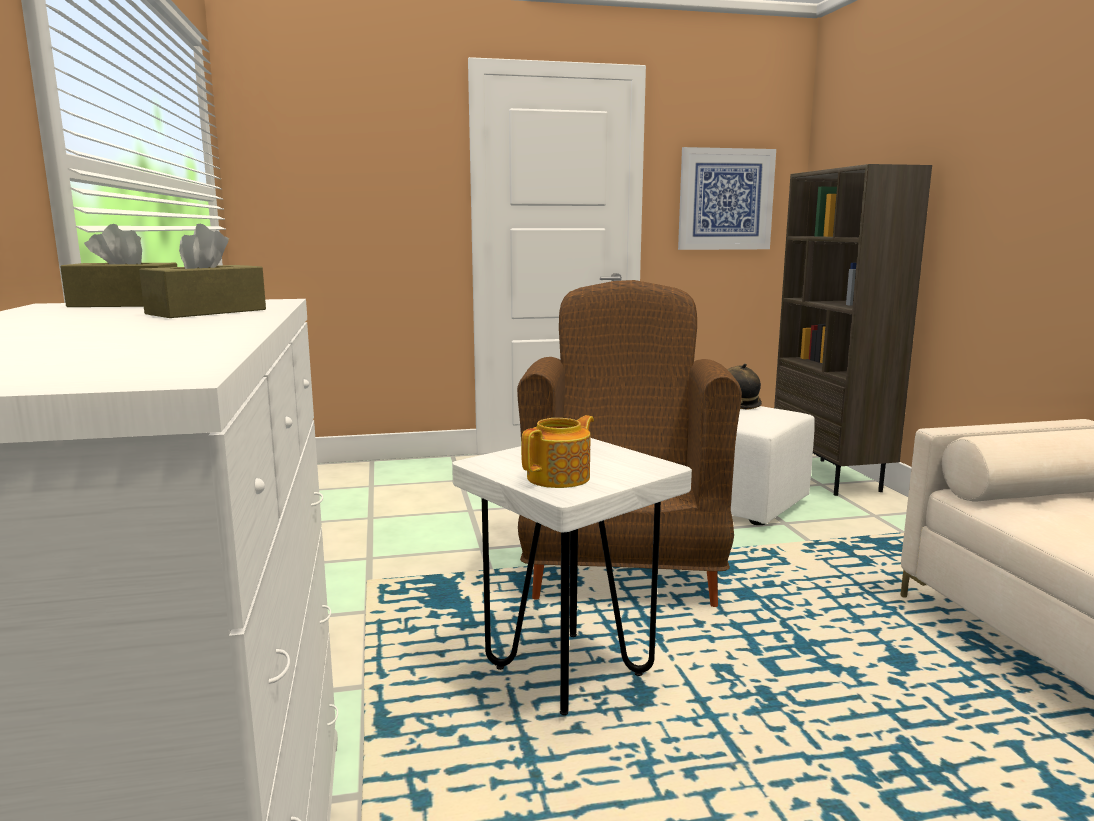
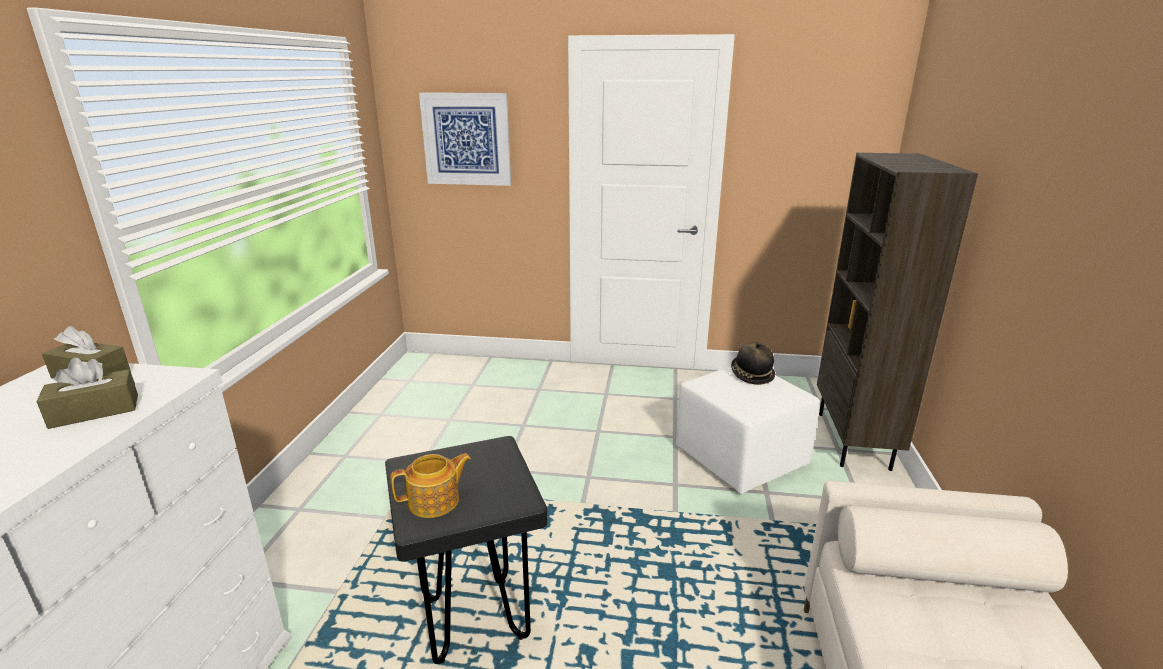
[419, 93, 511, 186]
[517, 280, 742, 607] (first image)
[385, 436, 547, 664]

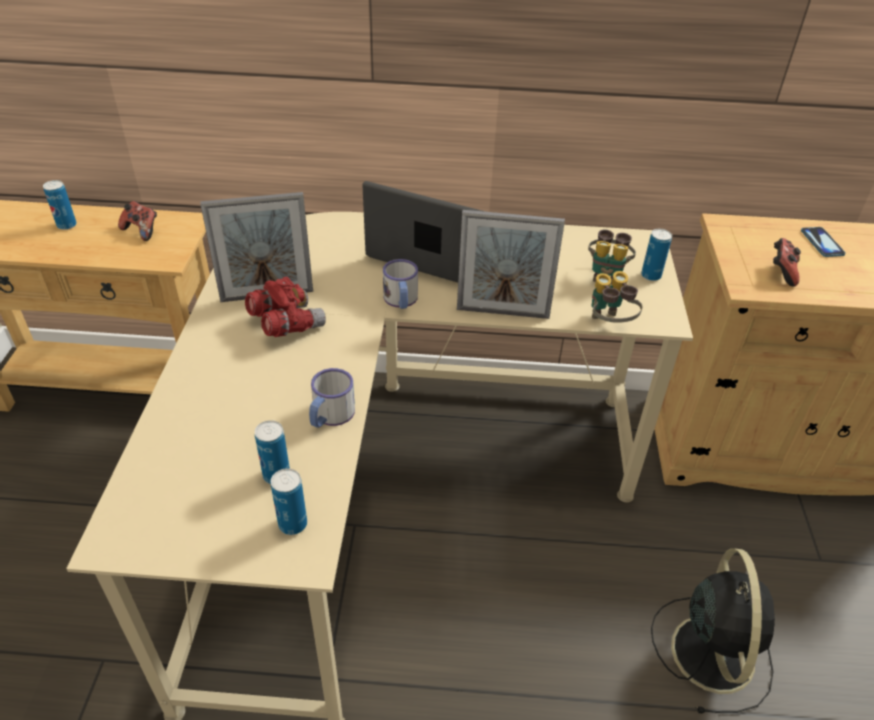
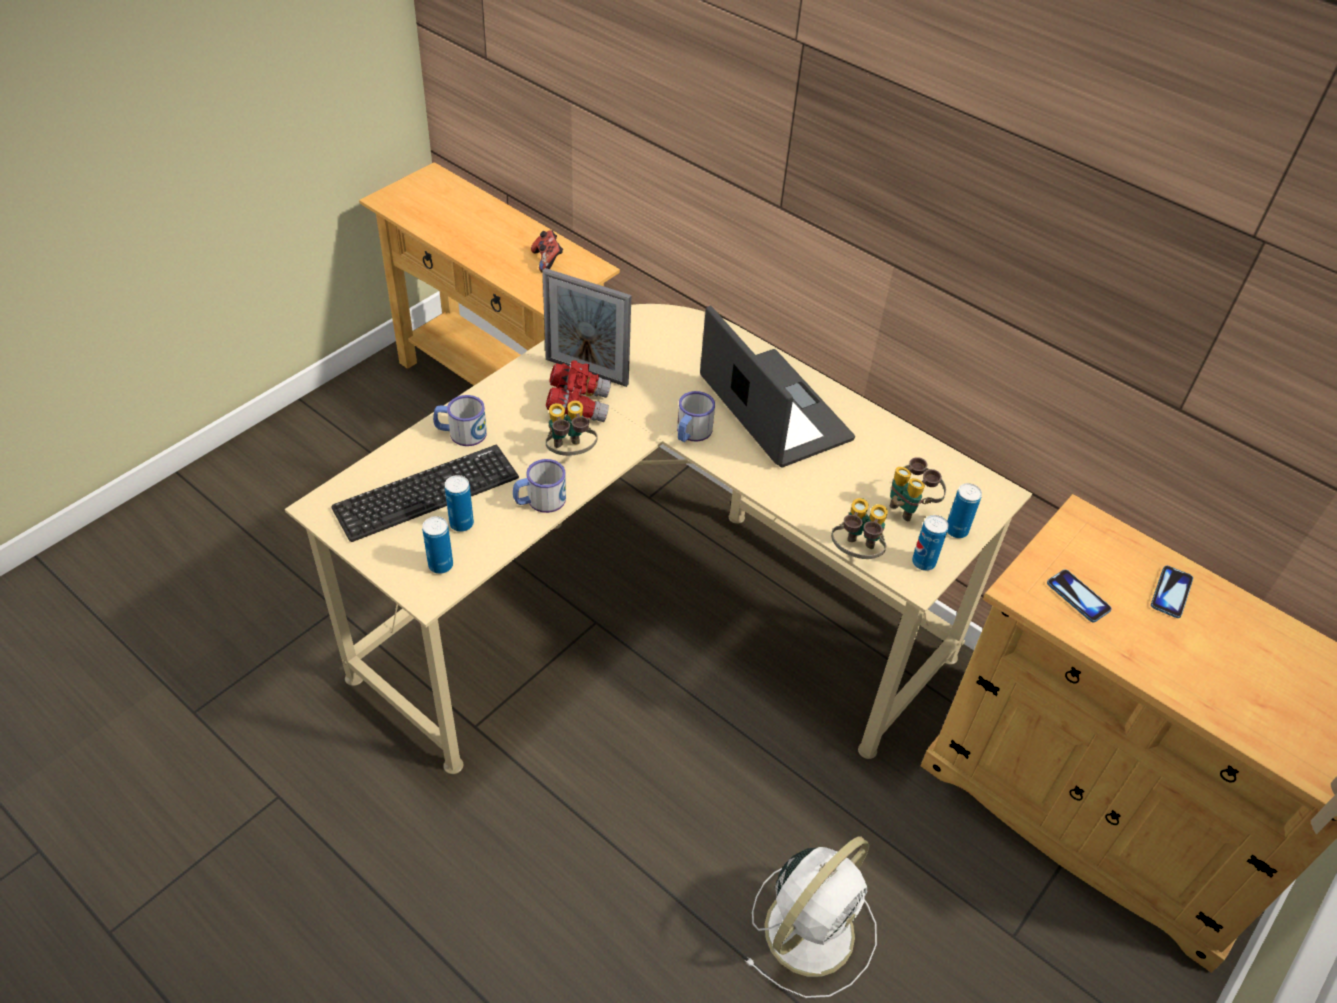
[912, 515, 949, 571]
[457, 210, 565, 319] (first image)
[1047, 570, 1112, 622]
[745, 836, 877, 998]
[433, 395, 487, 446]
[546, 400, 597, 456]
[331, 445, 519, 542]

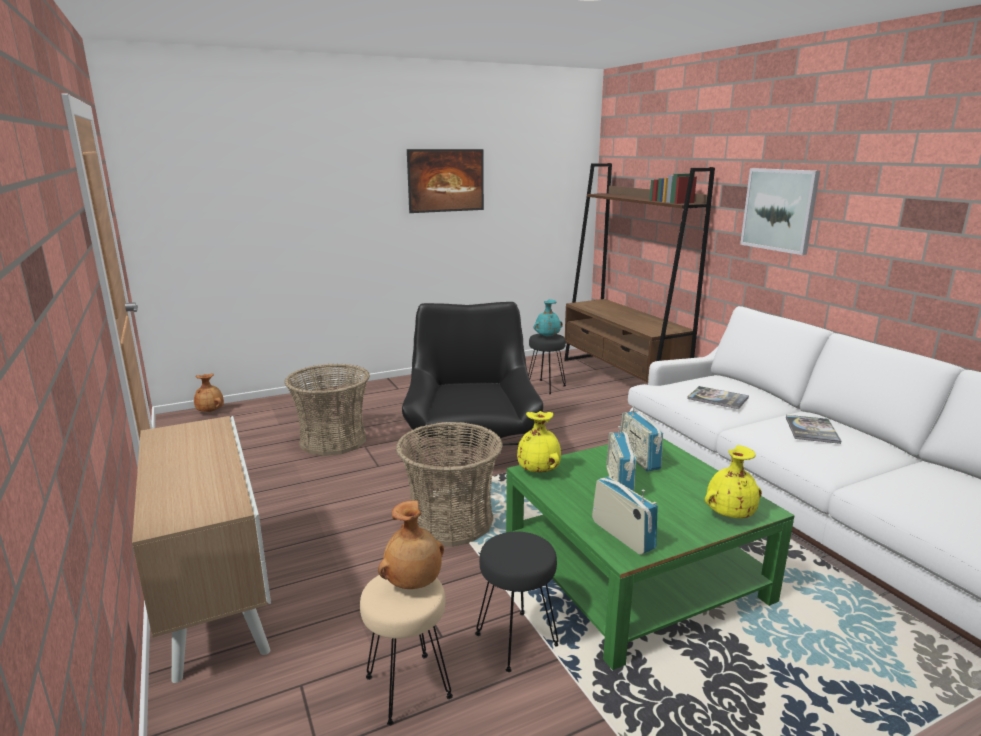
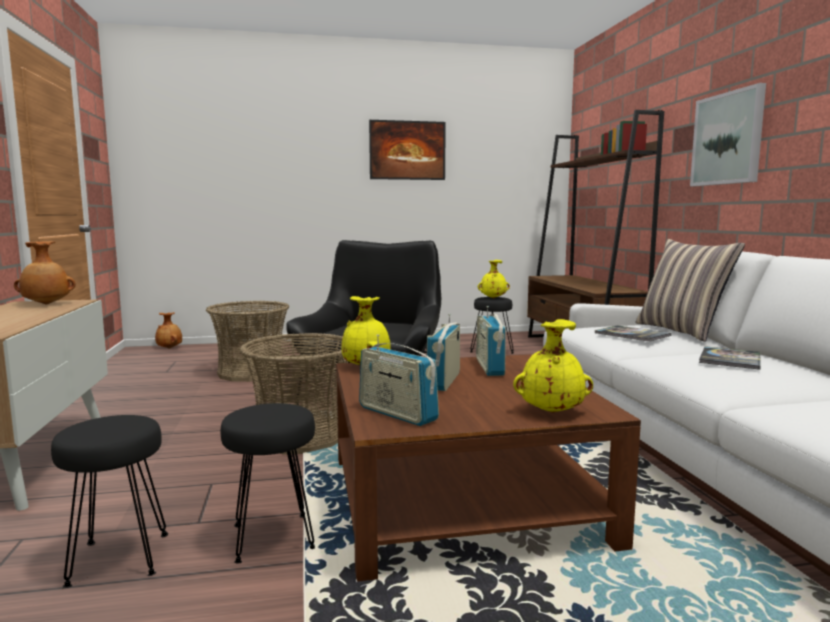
[478, 260, 510, 298]
[336, 354, 641, 582]
[359, 334, 439, 426]
[14, 241, 76, 304]
[51, 415, 168, 588]
[636, 239, 745, 342]

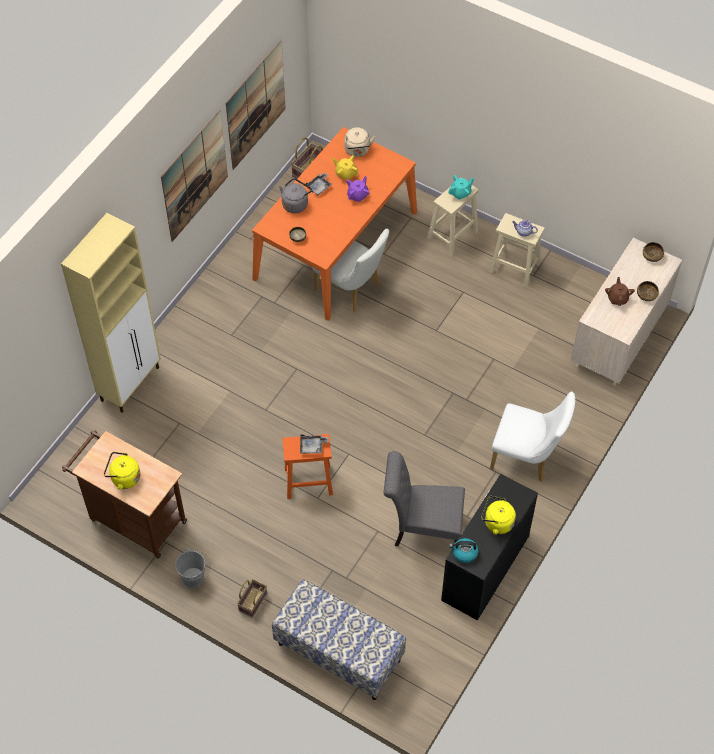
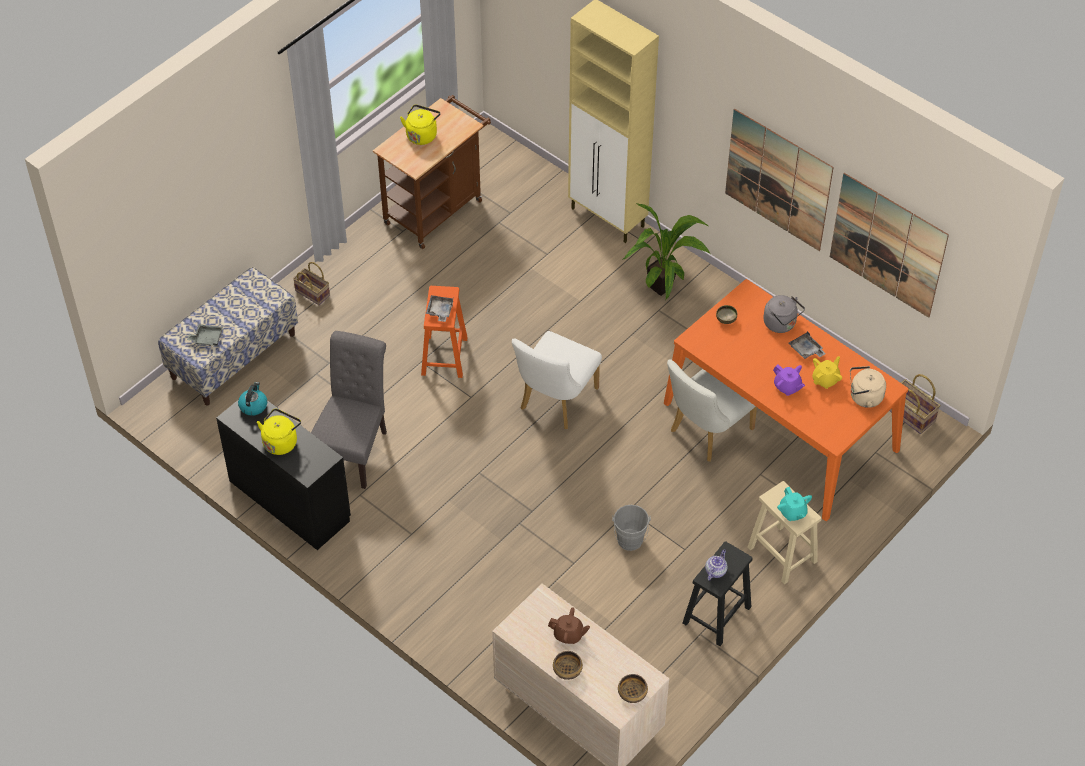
[683, 541, 753, 646]
[512, 331, 602, 429]
[612, 505, 651, 551]
[622, 203, 710, 300]
[187, 324, 223, 346]

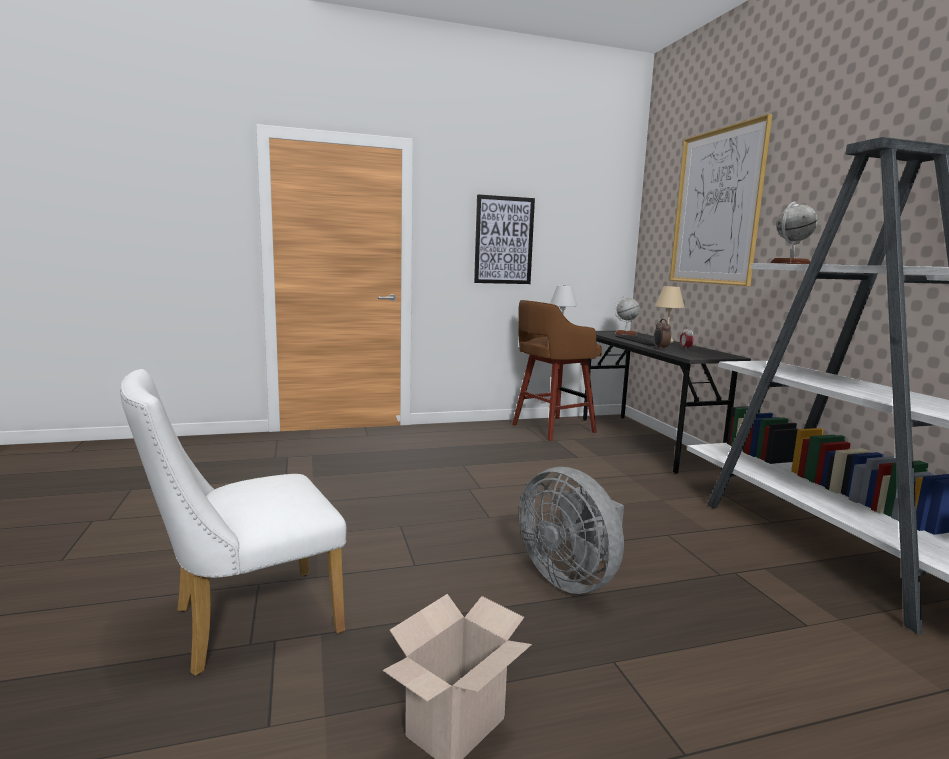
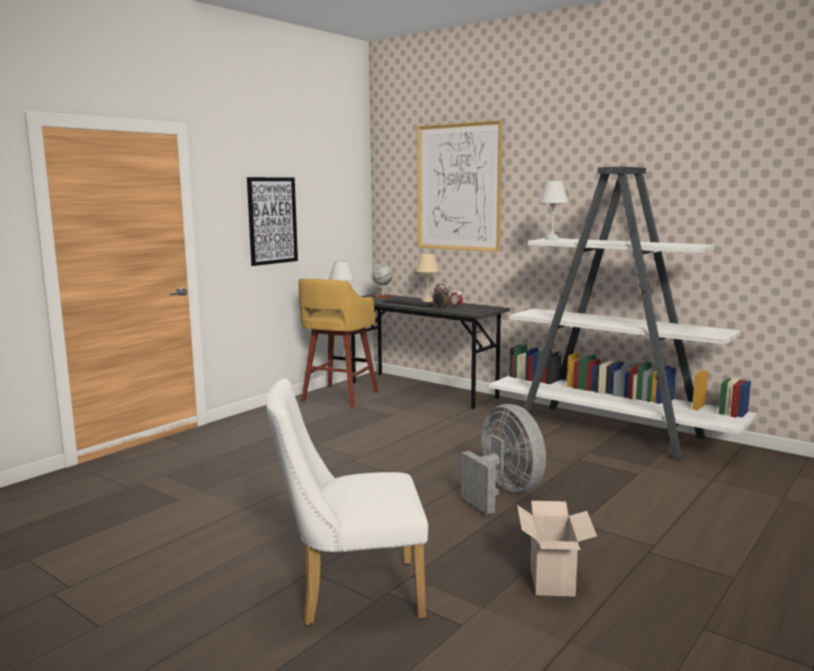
[539, 181, 568, 240]
[298, 279, 378, 408]
[266, 378, 428, 626]
[461, 404, 546, 515]

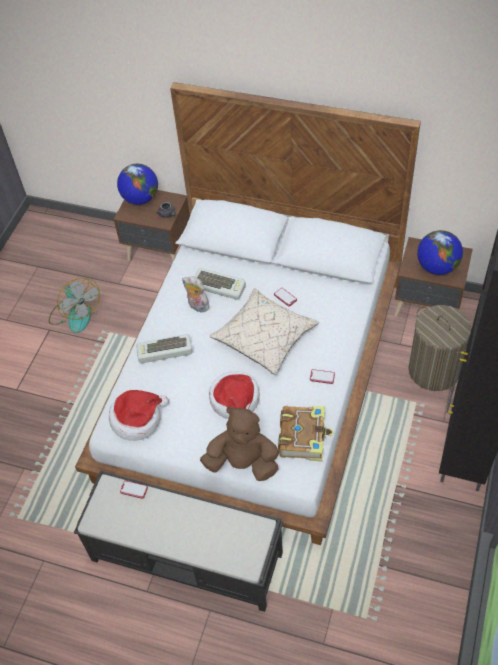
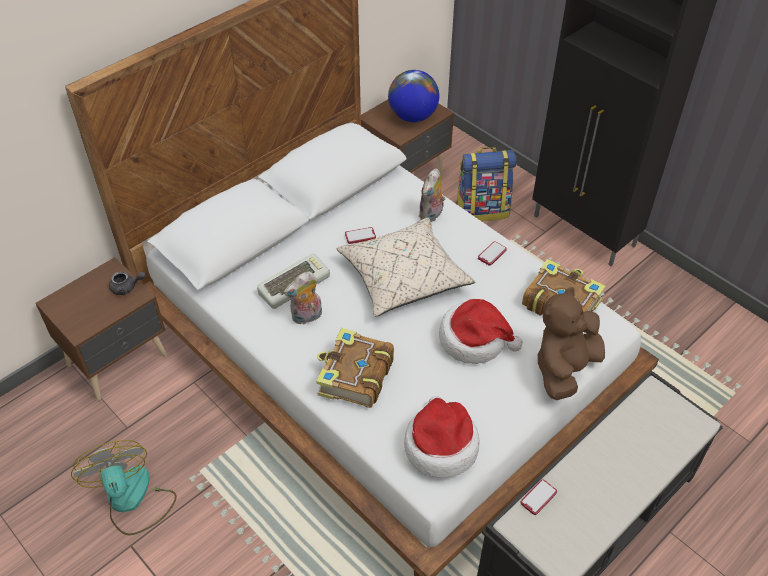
[117, 164, 158, 205] (first image)
[71, 440, 177, 536]
[456, 147, 517, 221]
[316, 328, 394, 408]
[419, 168, 445, 222]

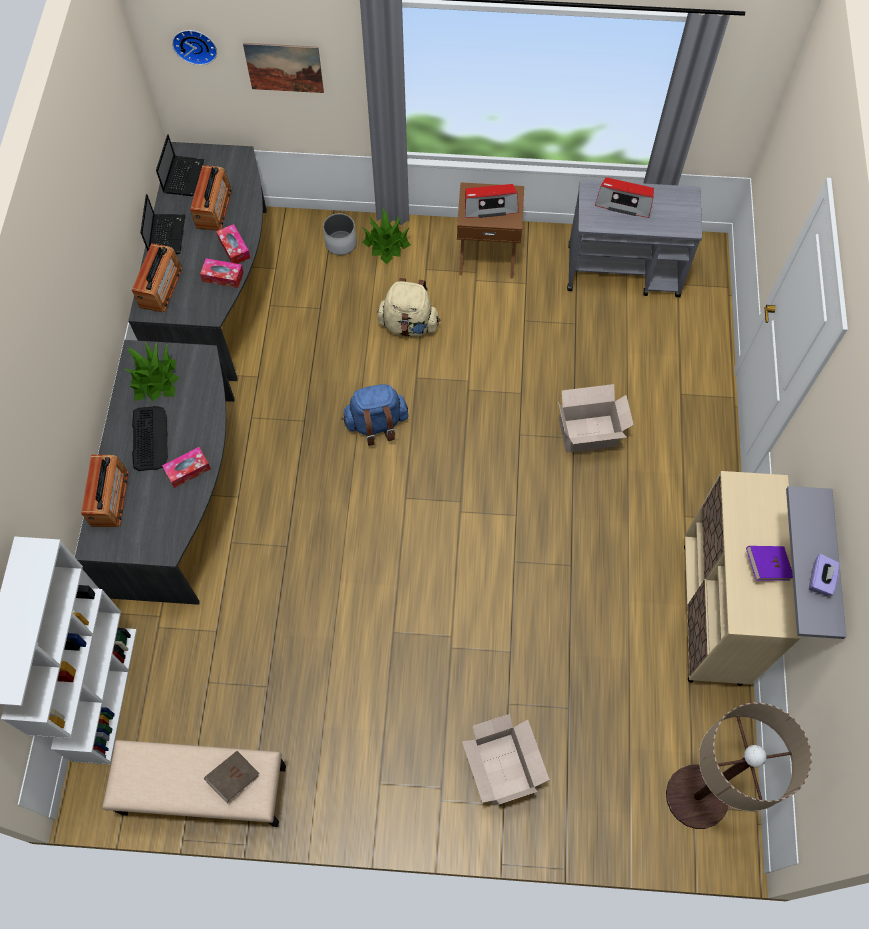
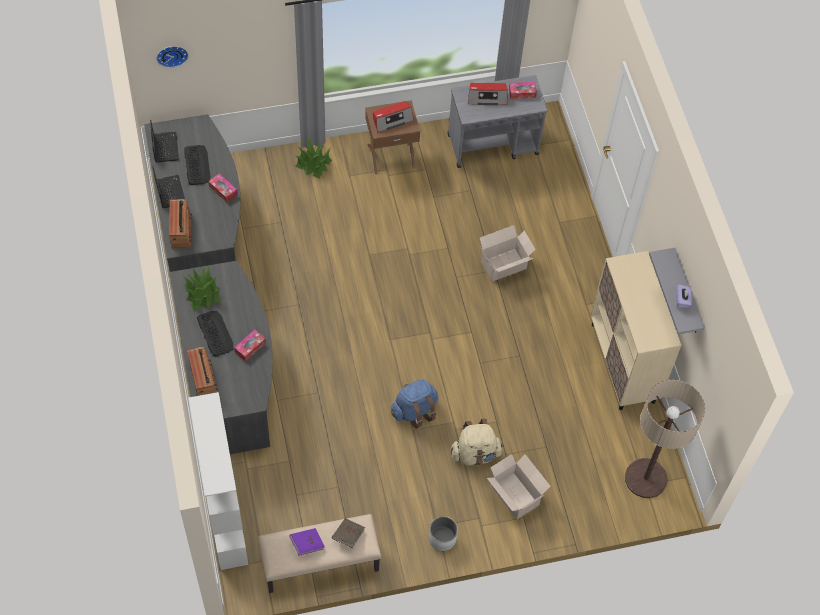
[243, 43, 324, 93] (first image)
[184, 145, 211, 185]
[429, 516, 458, 551]
[509, 82, 537, 99]
[451, 419, 503, 465]
[391, 379, 439, 429]
[289, 528, 325, 556]

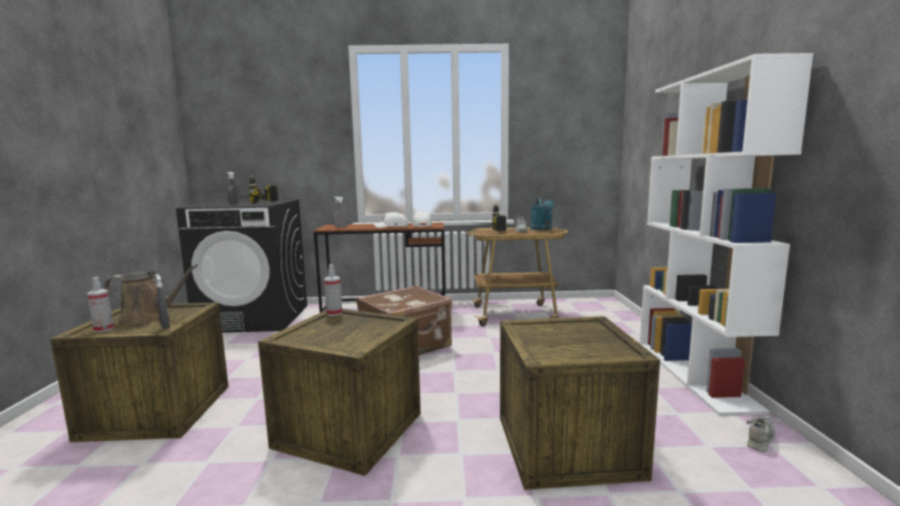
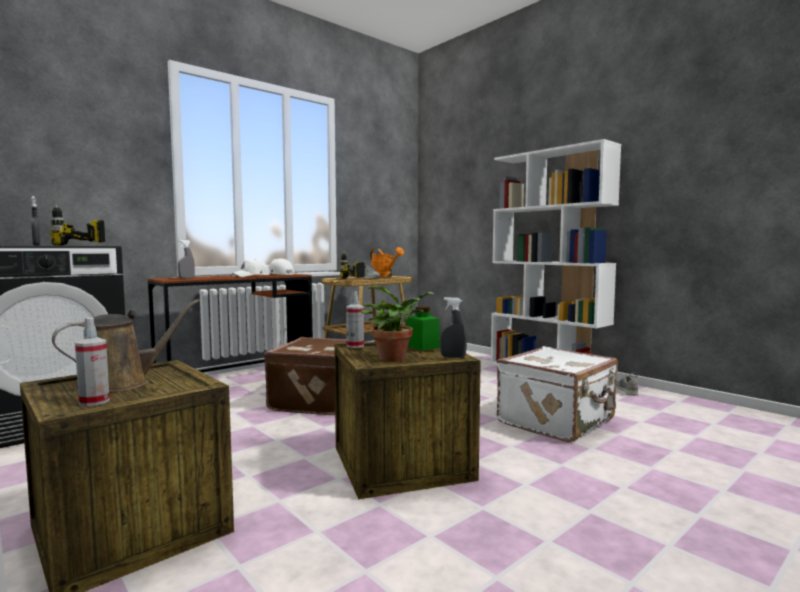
[370, 247, 404, 277]
[440, 297, 467, 358]
[497, 346, 618, 442]
[361, 286, 433, 362]
[406, 306, 440, 351]

